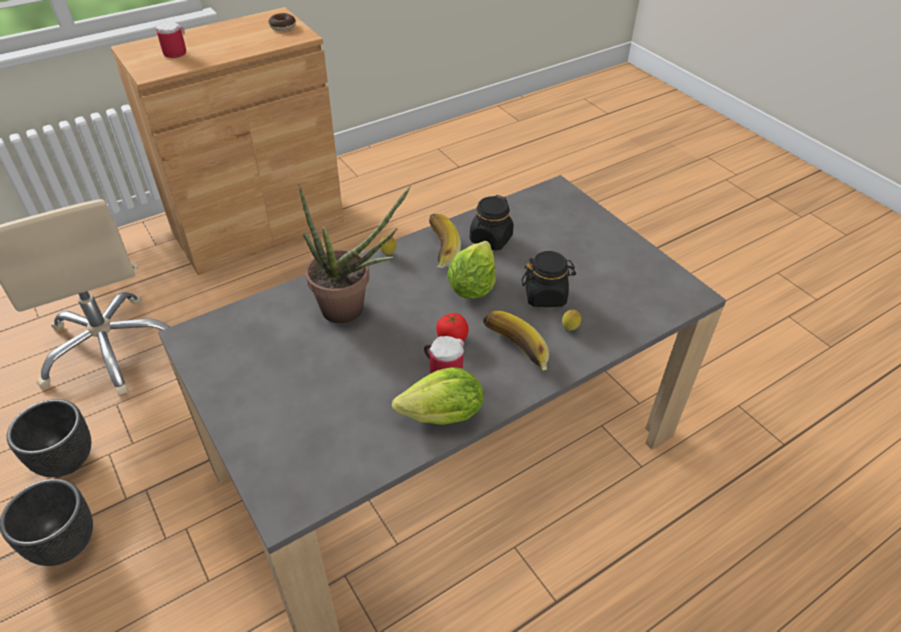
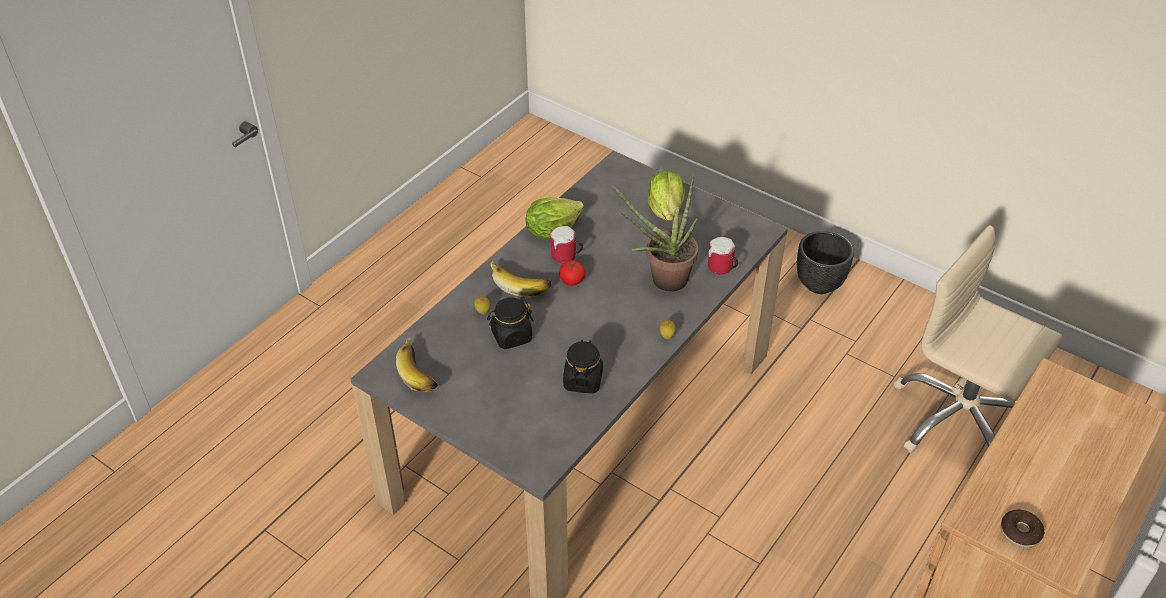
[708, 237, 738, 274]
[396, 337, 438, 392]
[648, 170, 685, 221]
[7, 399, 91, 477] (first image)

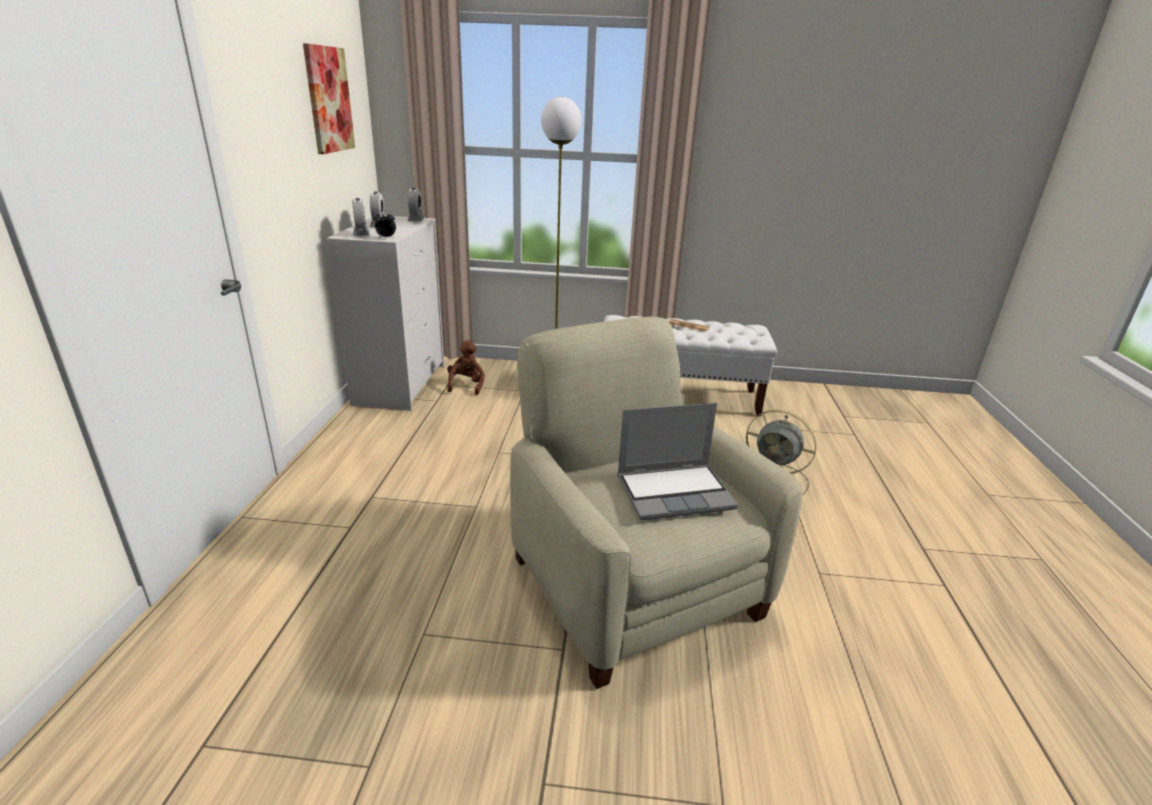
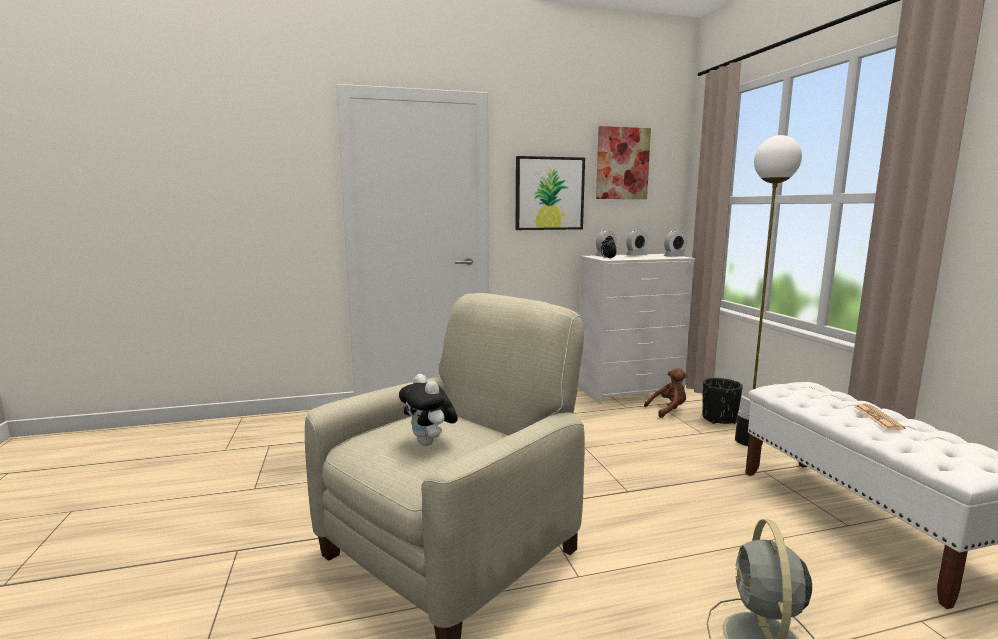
[399, 374, 458, 446]
[515, 156, 585, 230]
[703, 378, 743, 424]

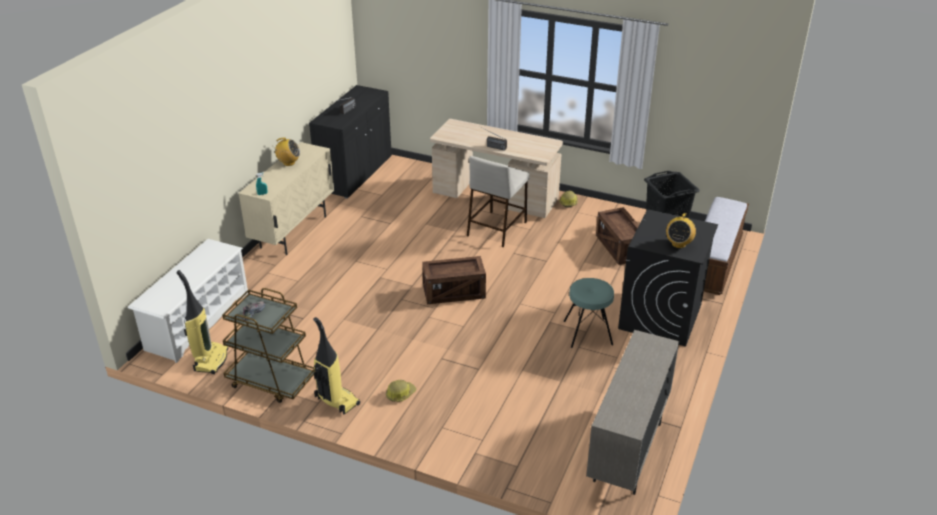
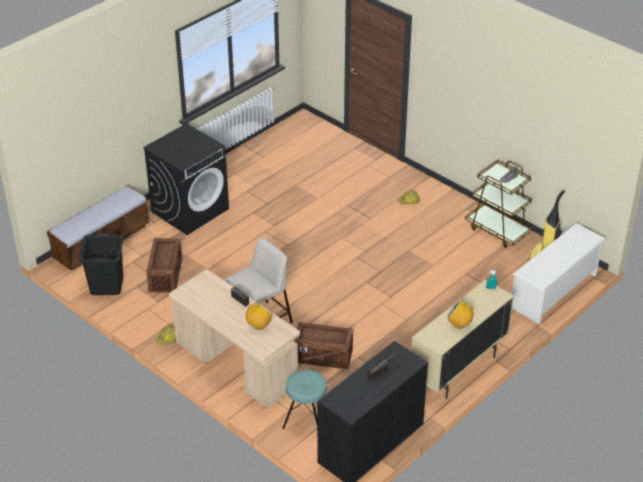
[246, 303, 272, 330]
[294, 322, 353, 369]
[282, 370, 327, 429]
[313, 317, 360, 415] (first image)
[586, 330, 679, 495] (first image)

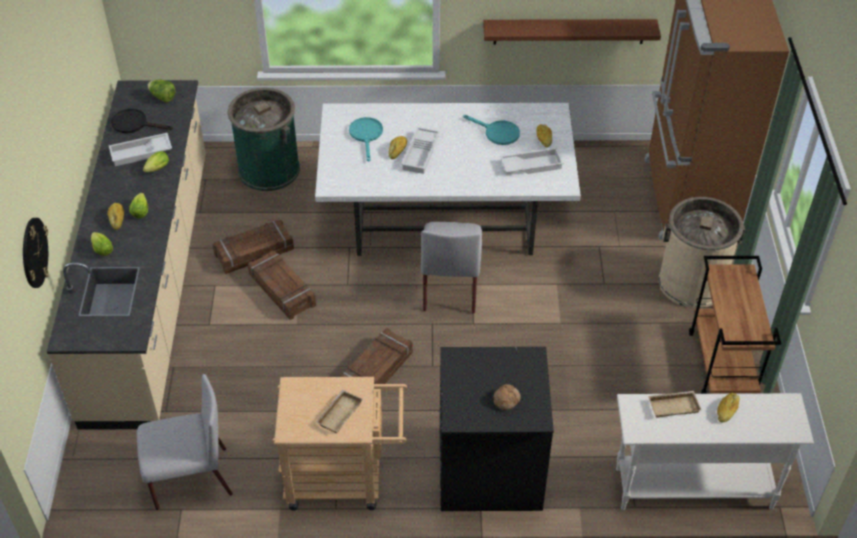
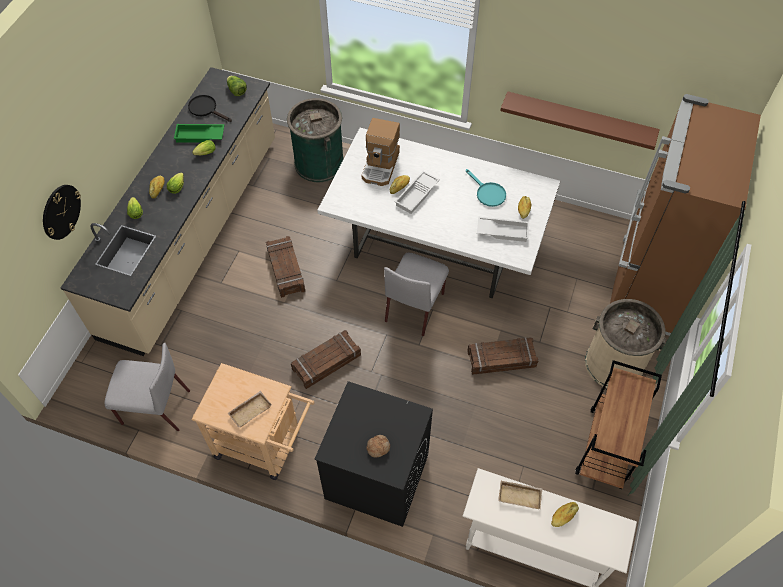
[362, 118, 400, 186]
[174, 124, 224, 143]
[467, 337, 538, 375]

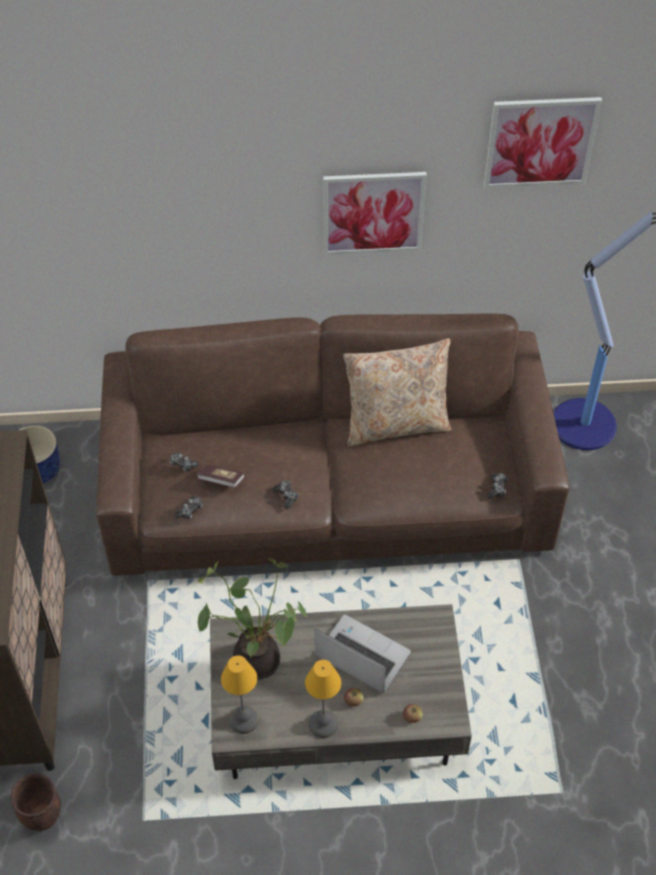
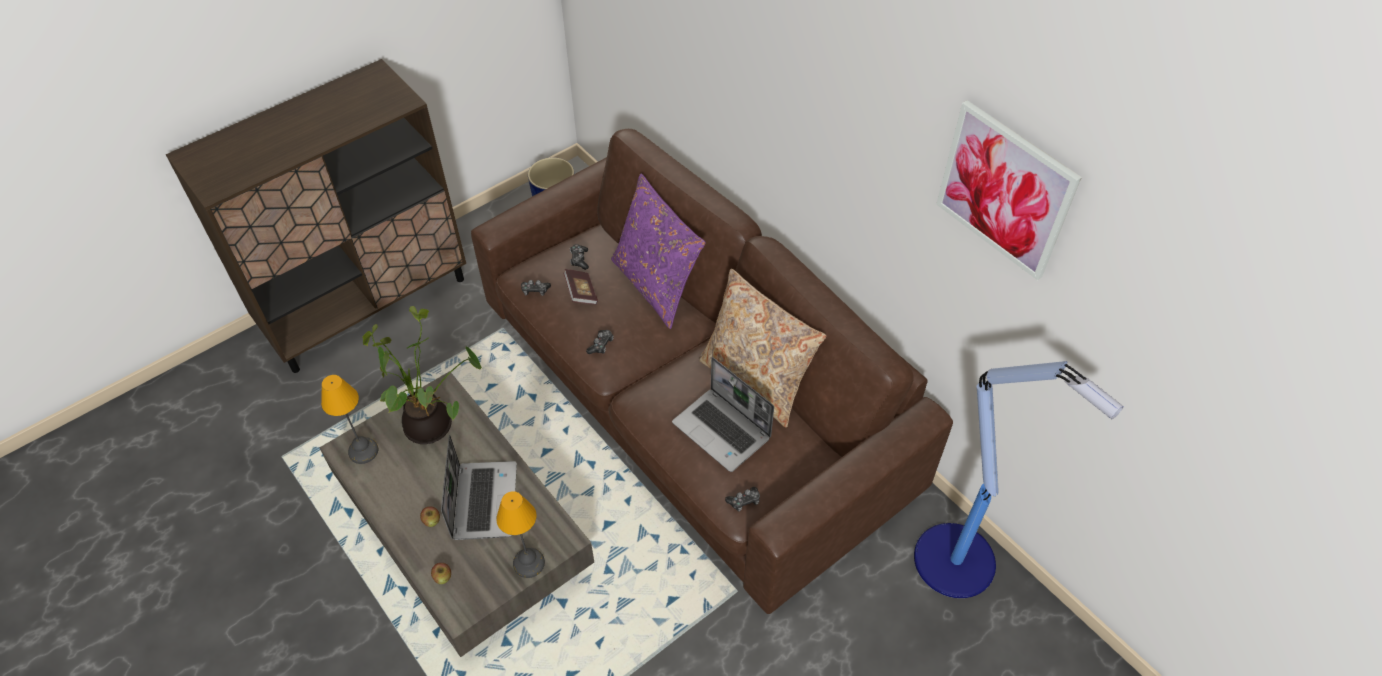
[323, 172, 427, 255] (first image)
[496, 491, 545, 578]
[10, 773, 61, 831] (first image)
[611, 174, 705, 329]
[672, 357, 774, 472]

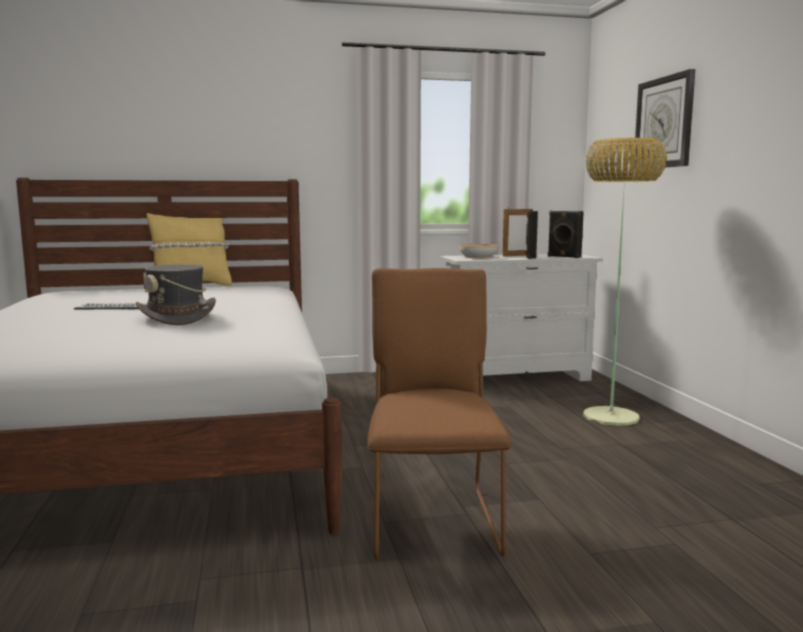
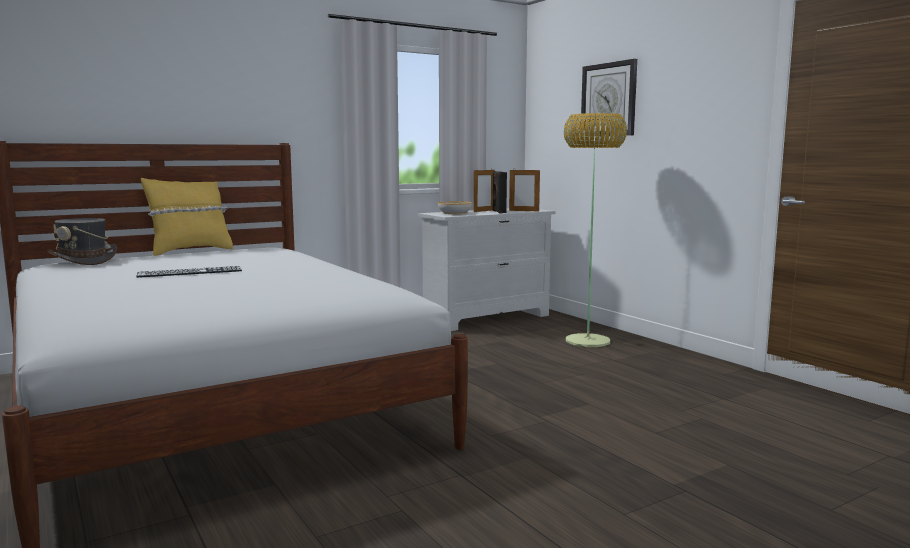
[509, 169, 540, 211]
[47, 218, 117, 265]
[367, 268, 512, 559] (first image)

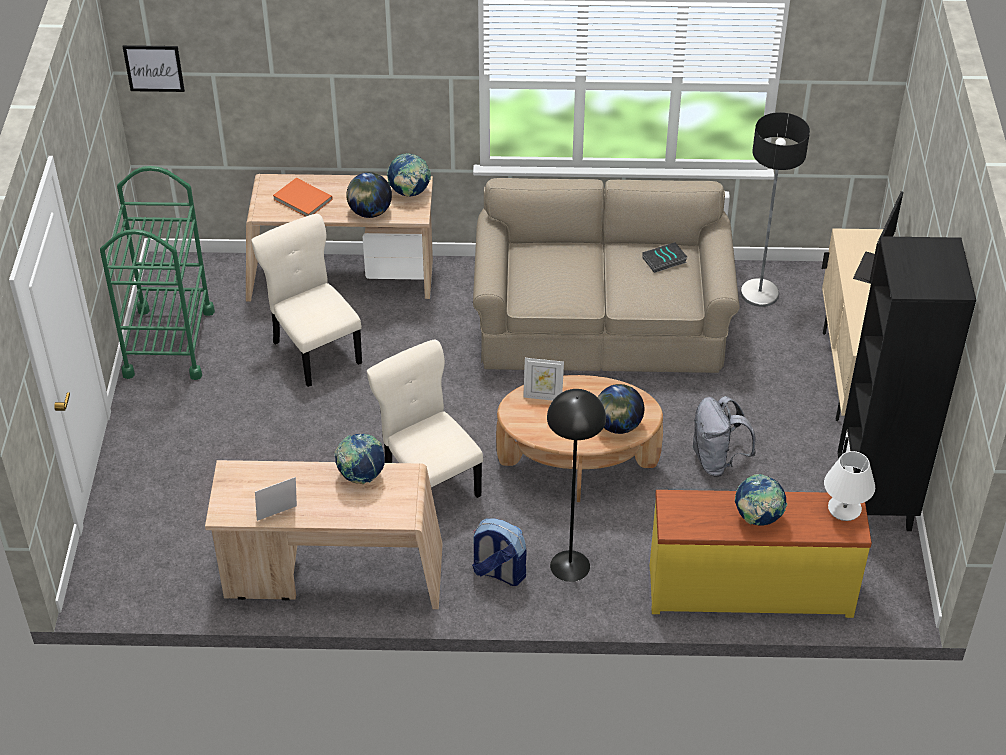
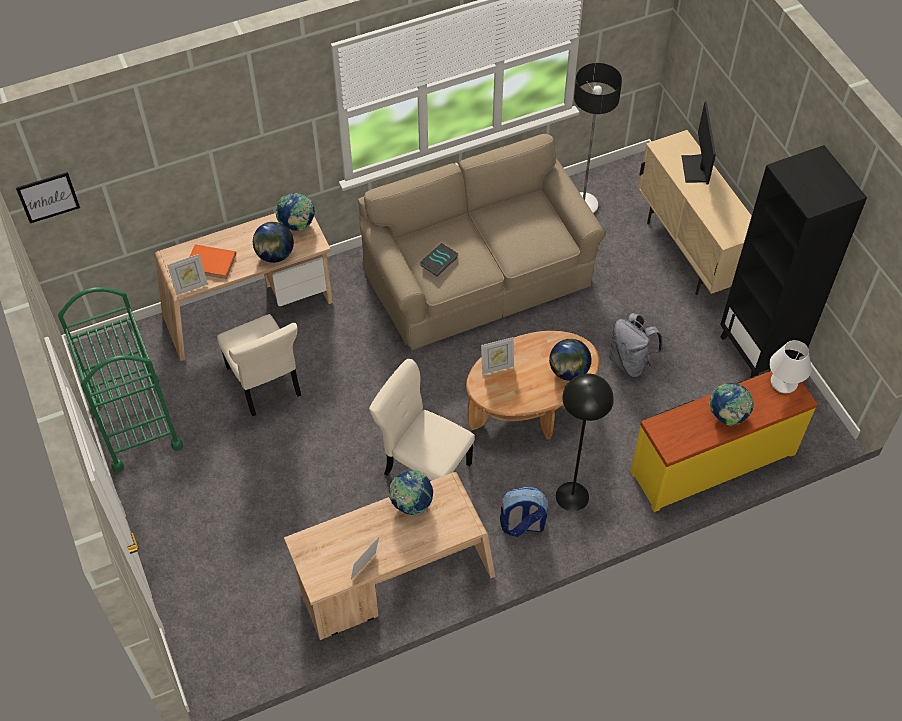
[217, 314, 301, 416]
[420, 243, 458, 277]
[167, 254, 208, 295]

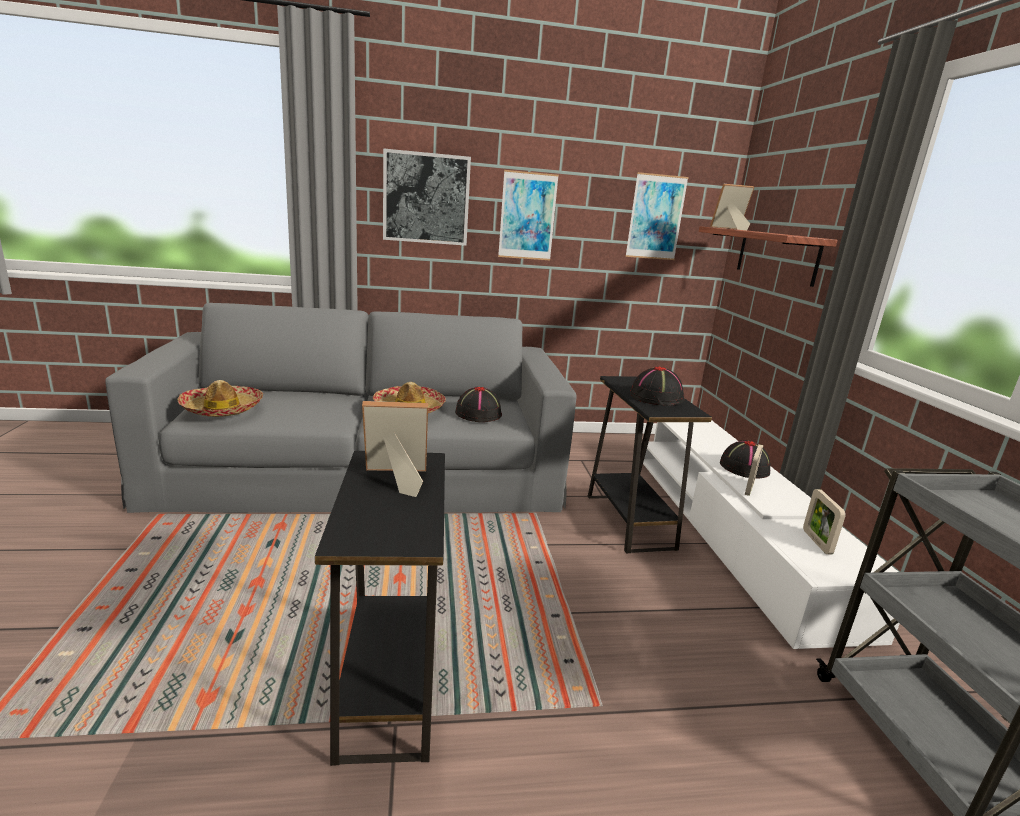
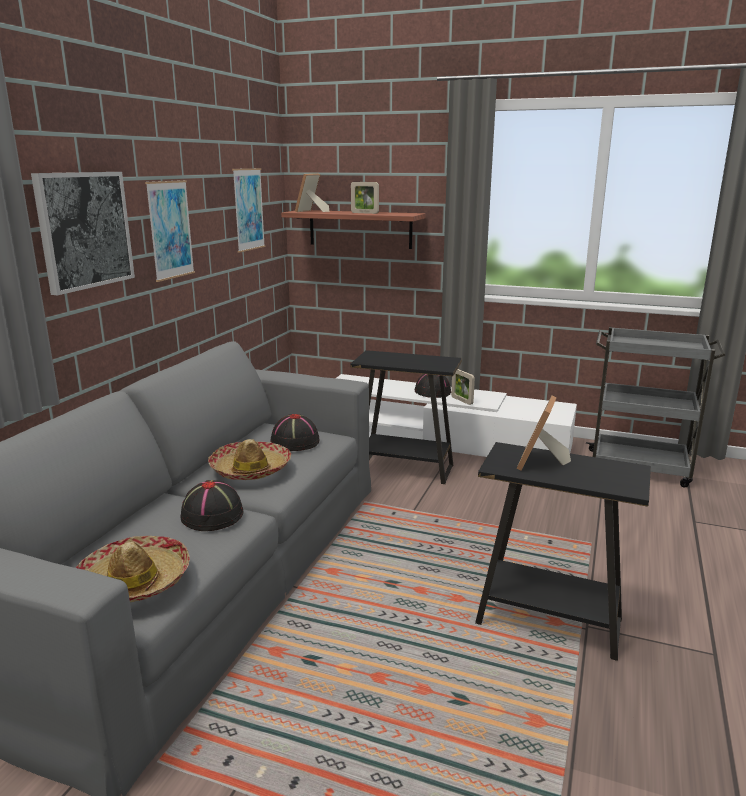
[180, 480, 243, 531]
[351, 182, 379, 214]

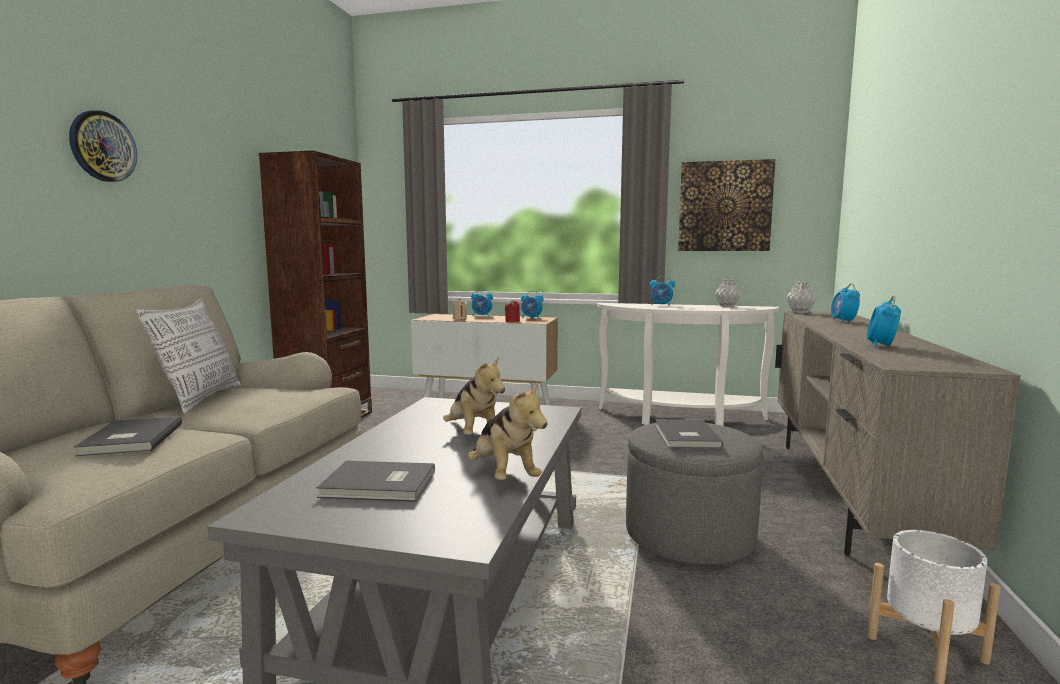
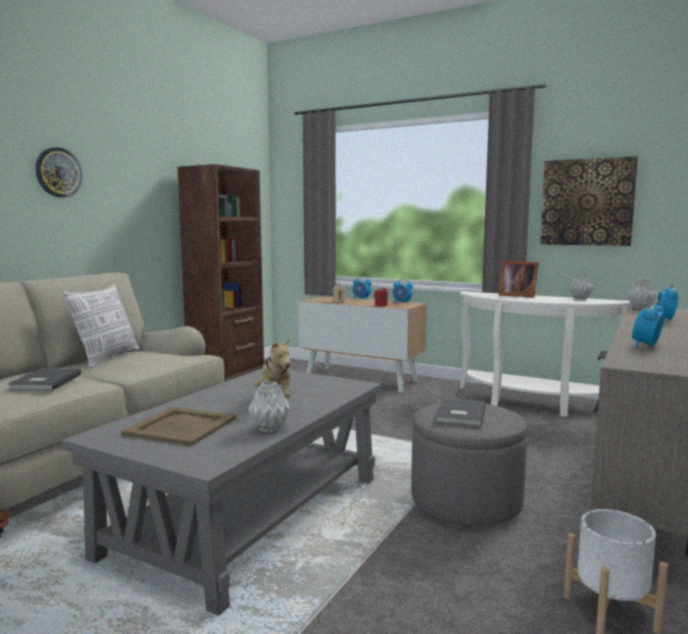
[499, 261, 539, 298]
[248, 381, 290, 432]
[121, 407, 237, 446]

